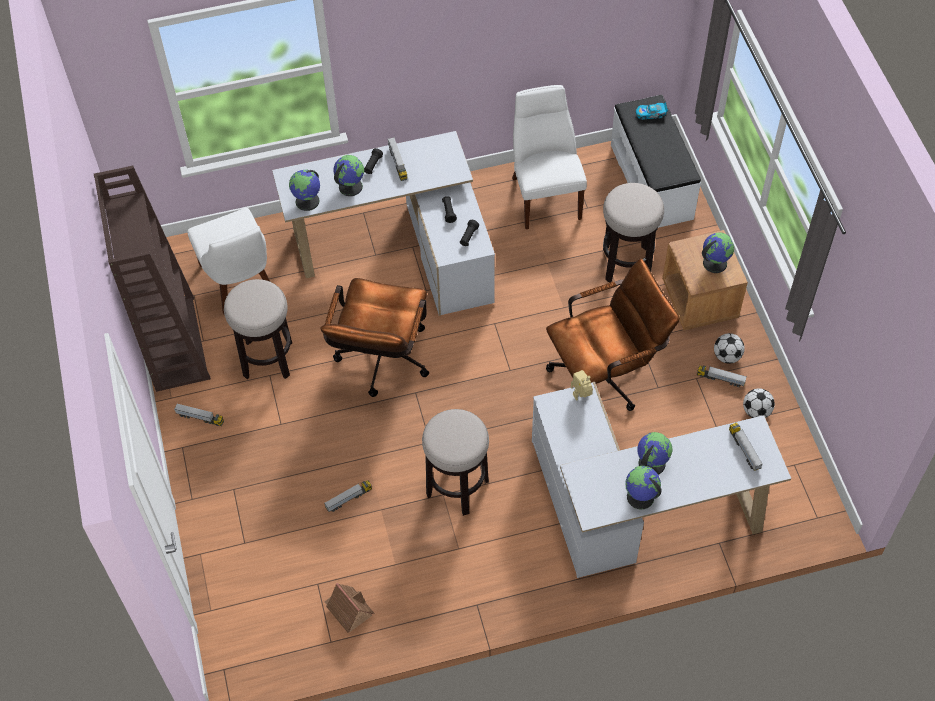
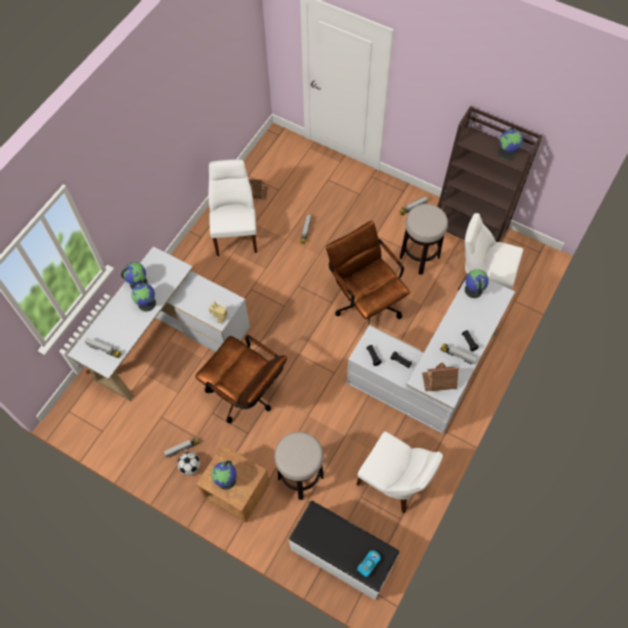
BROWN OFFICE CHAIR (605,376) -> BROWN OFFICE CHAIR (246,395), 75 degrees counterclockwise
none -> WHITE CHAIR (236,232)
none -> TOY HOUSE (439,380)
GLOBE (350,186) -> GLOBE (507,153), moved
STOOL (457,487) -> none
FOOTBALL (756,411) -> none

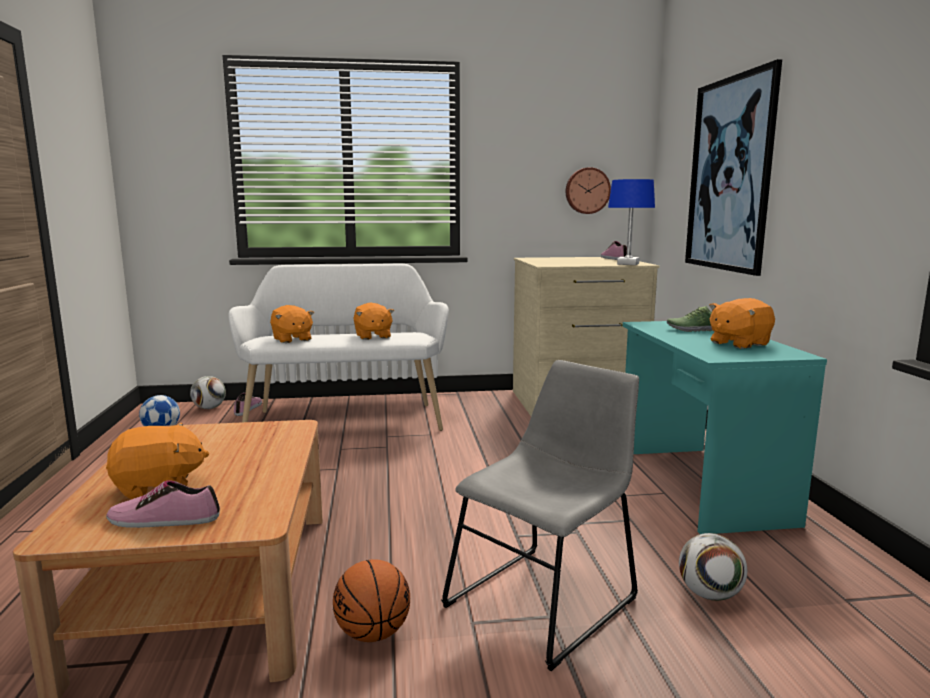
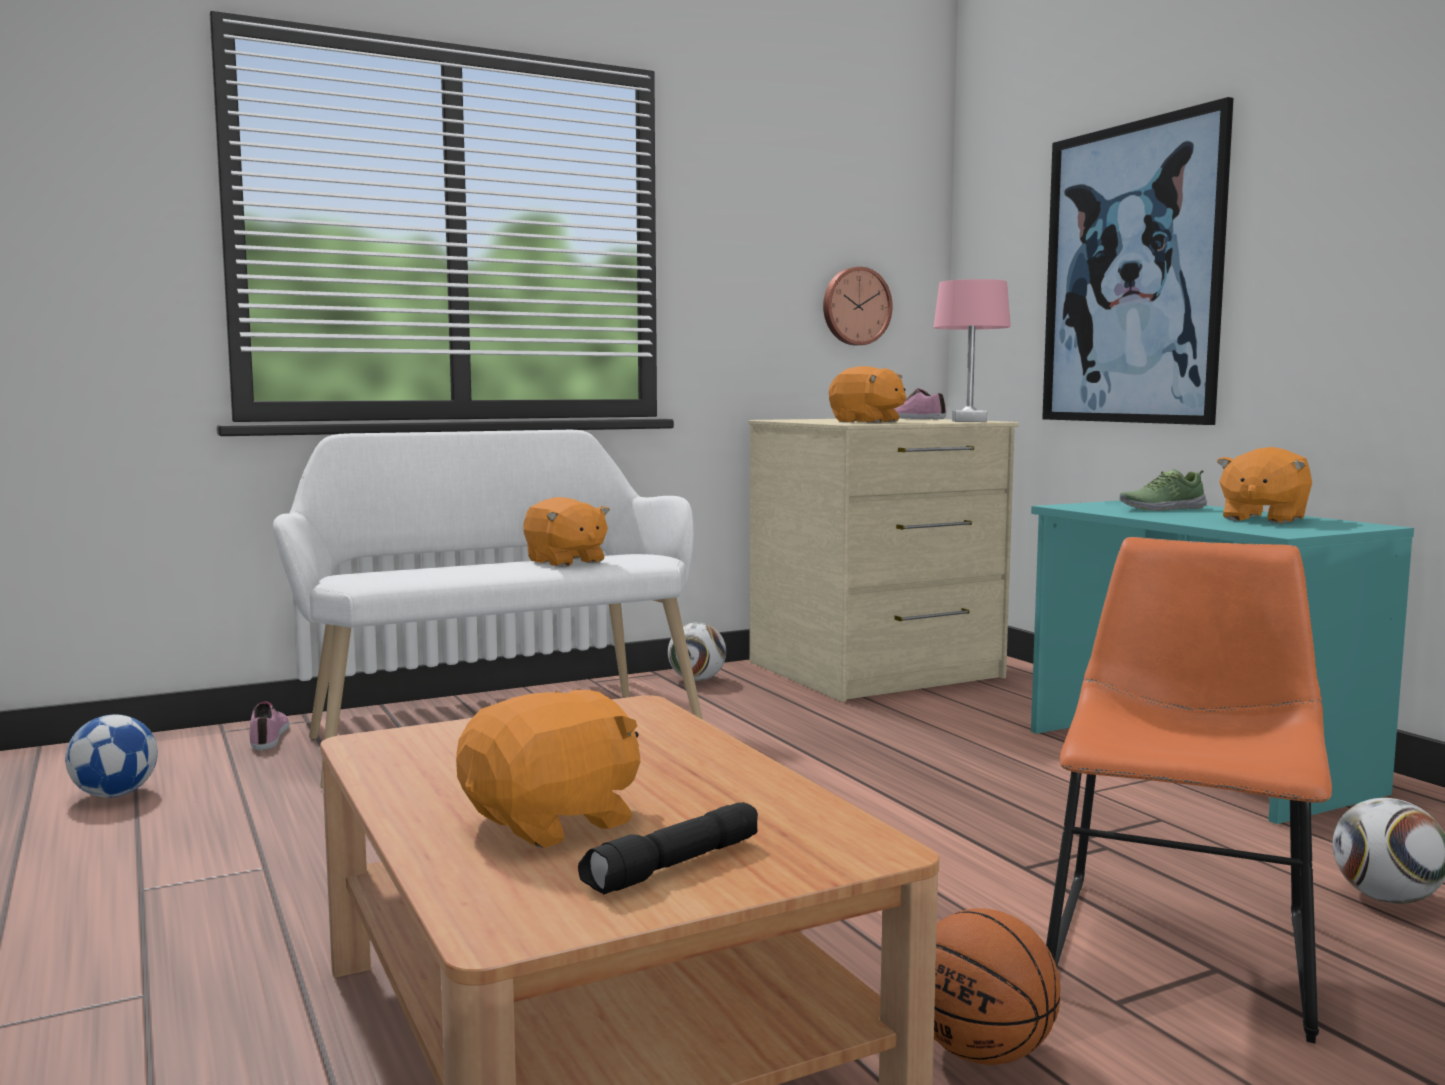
SHOE (164,519) -> BLACK FLASHLIGHT (674,867)
FOOTBALL (209,408) -> FOOTBALL (697,680), moved
ORANGE PLUSH TOY (291,339) -> ORANGE PLUSH TOY (866,422), moved
BLUE TABLE LAMP (628,264) -> PINK TABLE LAMP (969,421)
GREY CHAIR (546,598) -> ORANGE CHAIR (1180,946)

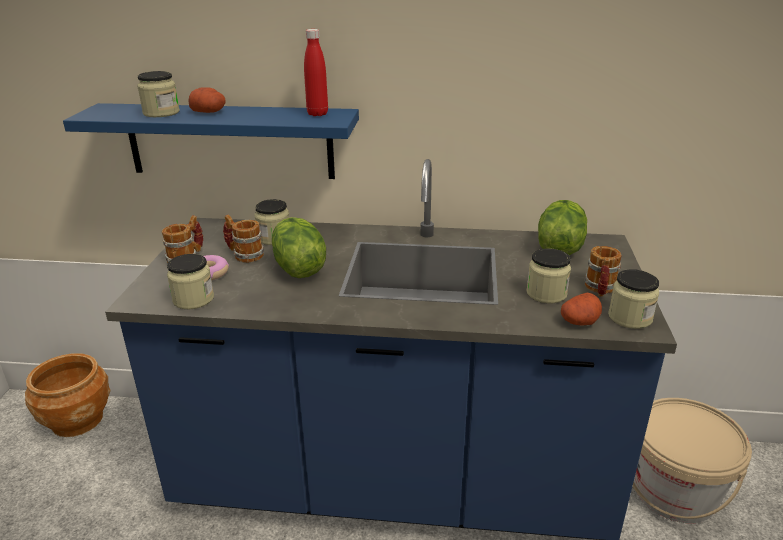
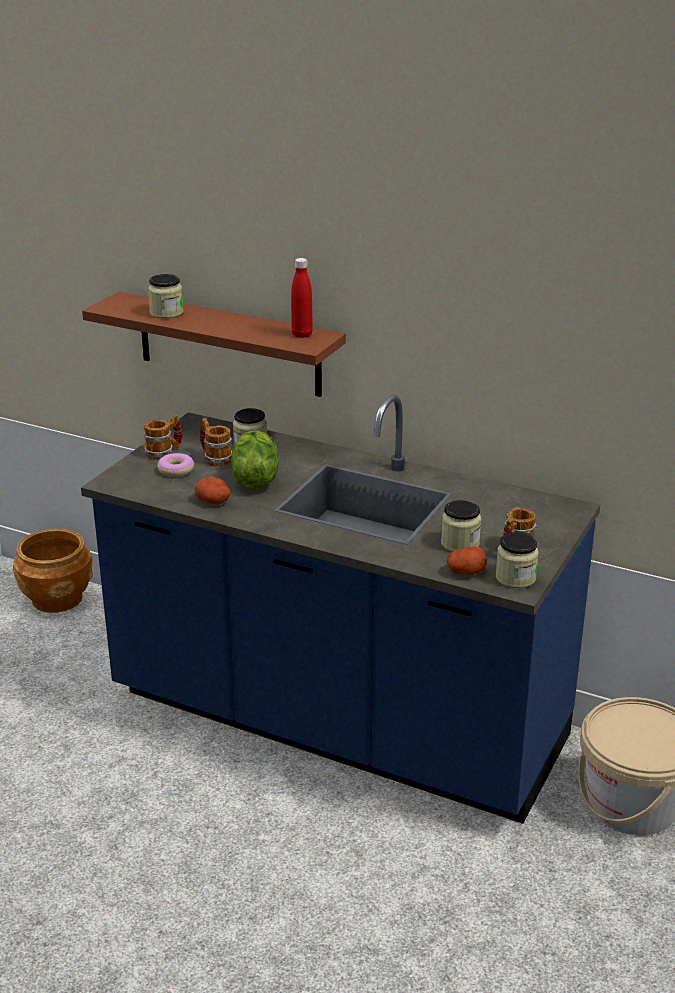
BLUE SHELF (230,141) -> BROWN SHELF (229,344)
POTATO (209,112) -> POTATO (214,501), moved
JAR (193,299) -> none
LETTUCE (558,248) -> none

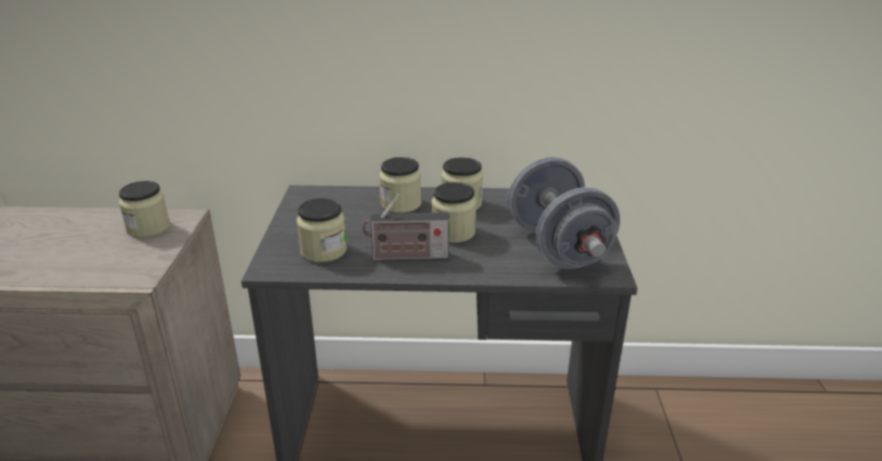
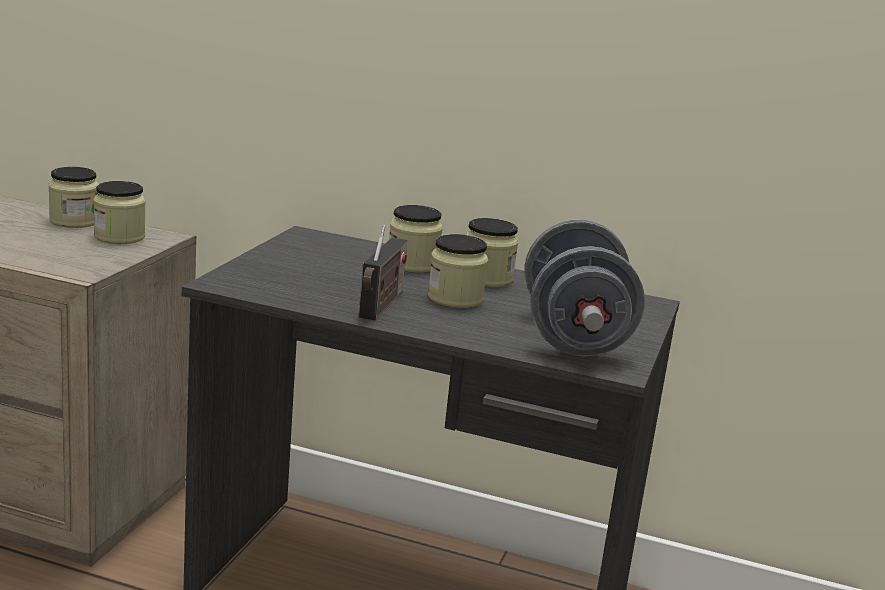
JAR (323,251) -> JAR (74,221), moved
RADIO (406,256) -> RADIO (381,305), 90 degrees counterclockwise

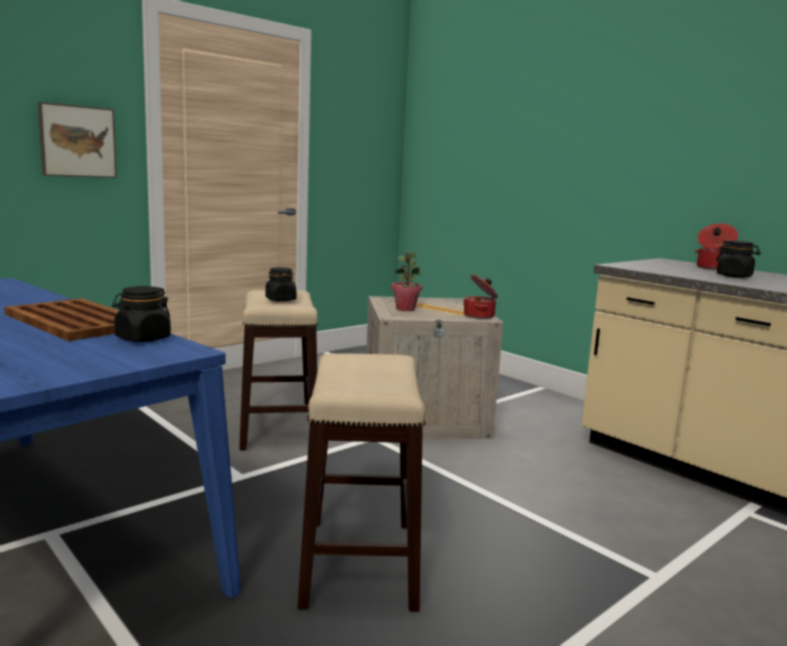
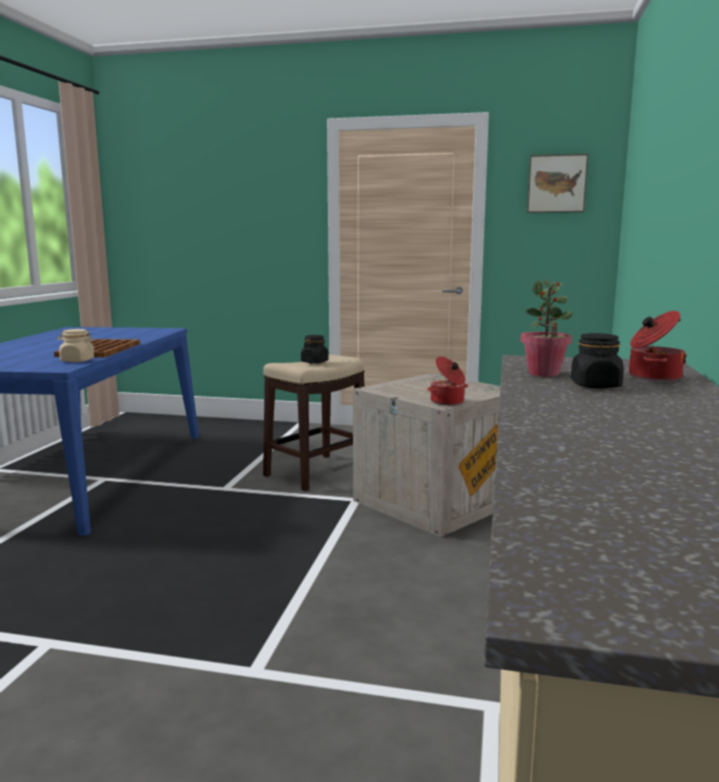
BLACK JAR (142,338) -> BEIGE JAR (77,361)
POTTED PLANT (405,309) -> POTTED PLANT (544,373), moved
PICTURE (77,141) -> PICTURE (556,184), moved
STOOL (359,563) -> none

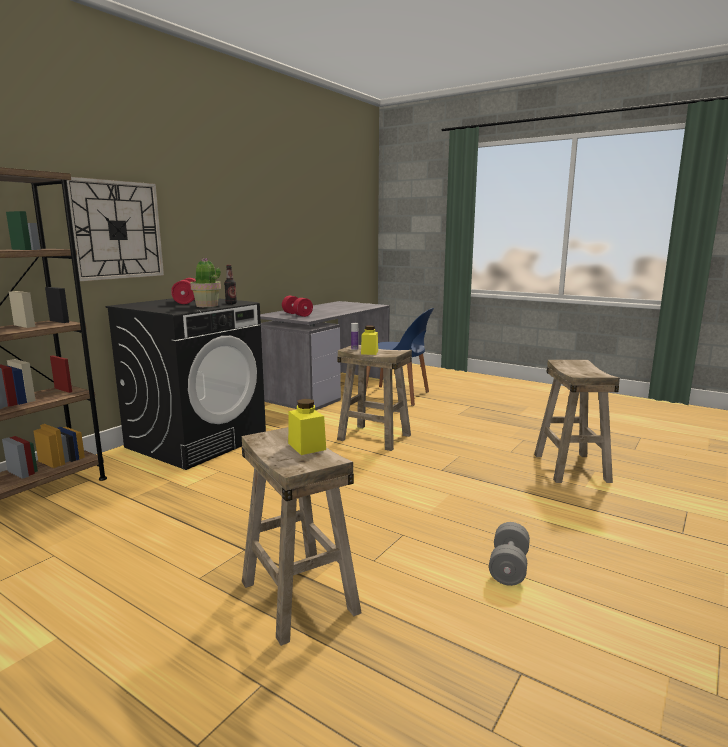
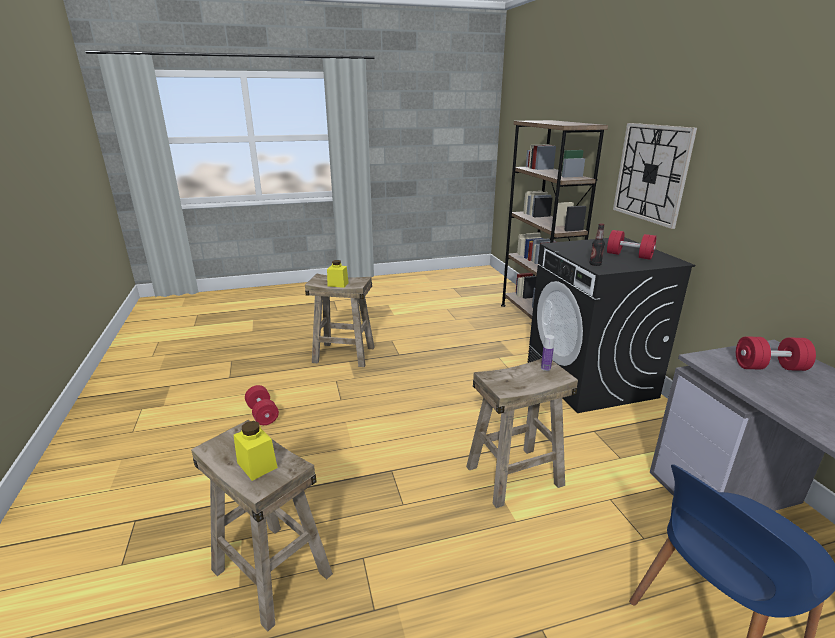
YELLOW JAR (369,352) -> YELLOW JAR (257,465), moved
GREY DUMBBELL (508,567) -> RED DUMBBELL (262,414)
POTTED PLANT (207,306) -> none

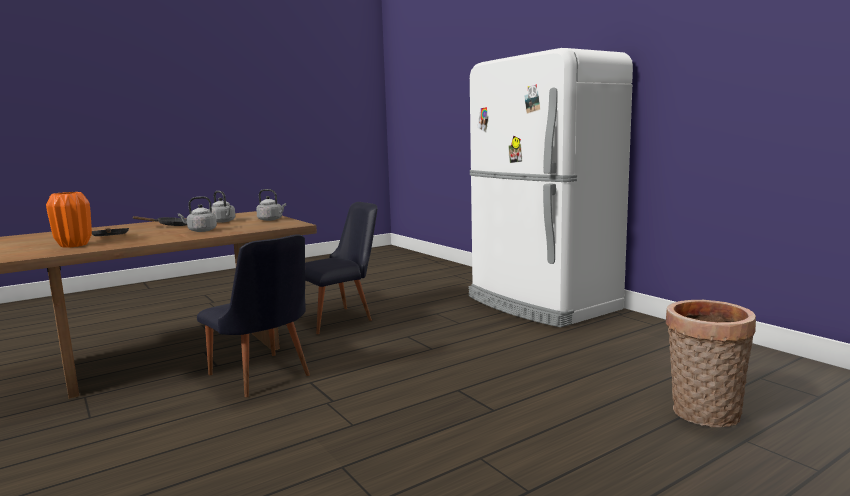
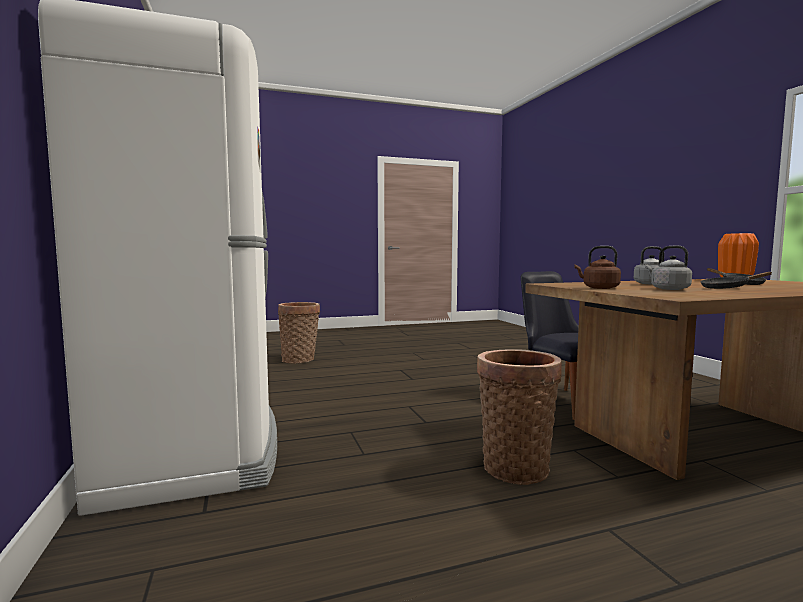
BLACK CHAIR (340,318) -> BASKET (515,466)
GREY KETTLE (271,219) -> BROWN KETTLE (598,288)

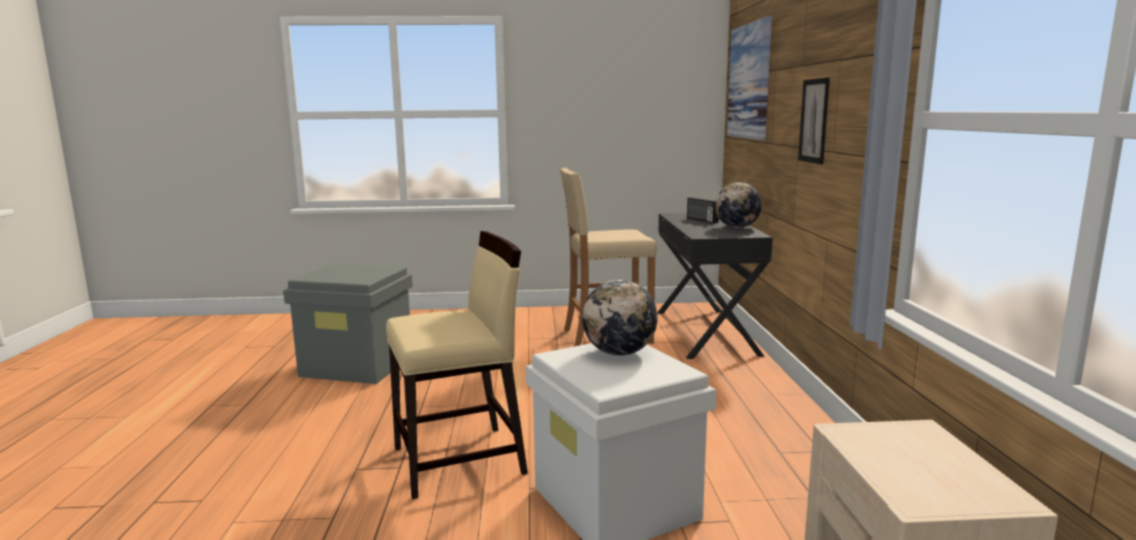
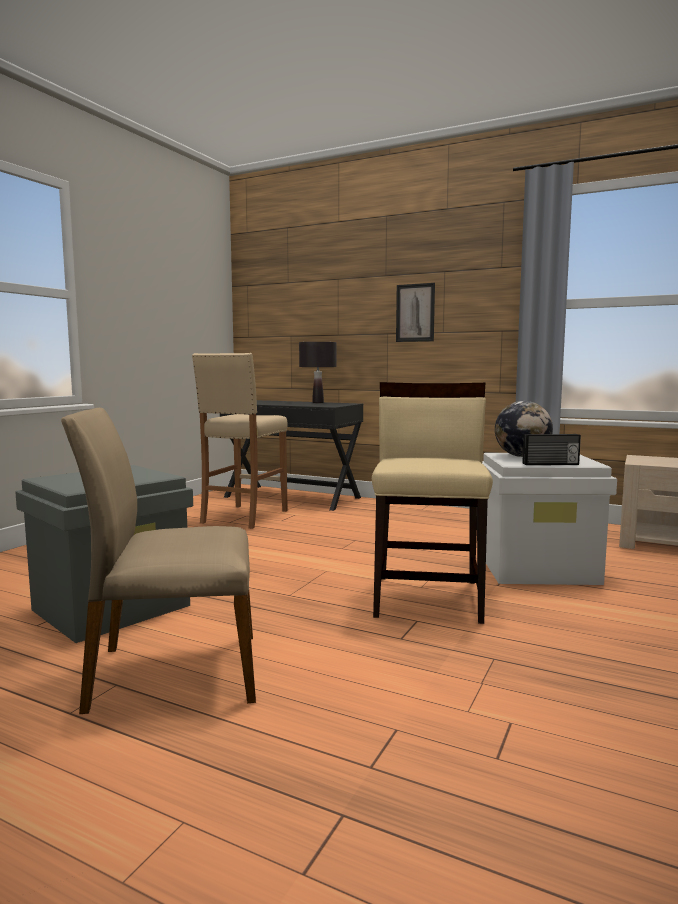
none -> BEIGE CHAIR (173,672)
GLOBE (737,227) -> BLACK TABLE LAMP (318,402)
RADIO (701,220) -> RADIO (550,464), moved
PICTURE (749,81) -> none

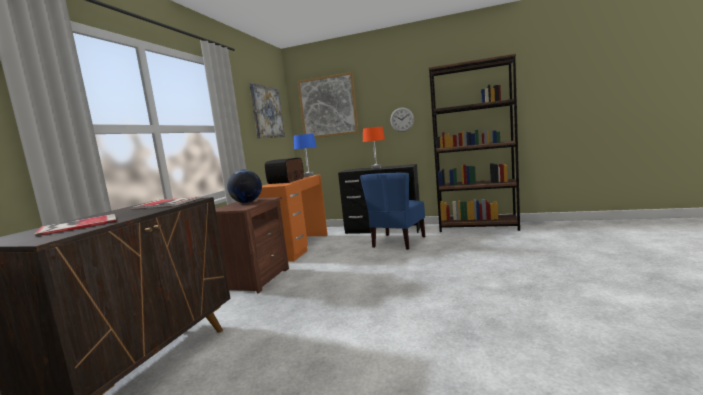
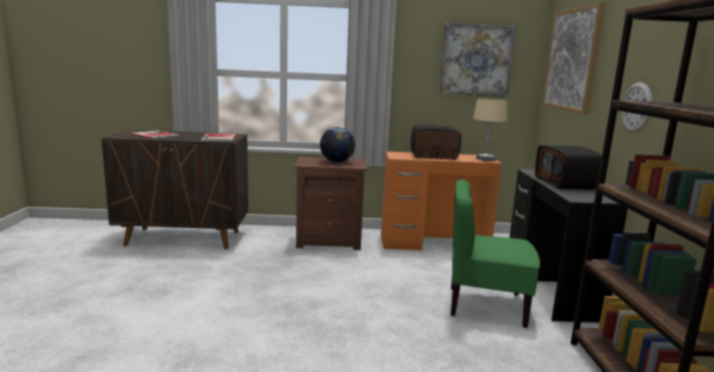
BLUE CHAIR (398,242) -> GREEN CHAIR (485,306)
BLUE TABLE LAMP (308,175) -> BEIGE TABLE LAMP (485,159)
ORANGE TABLE LAMP (376,168) -> RADIO (565,183)

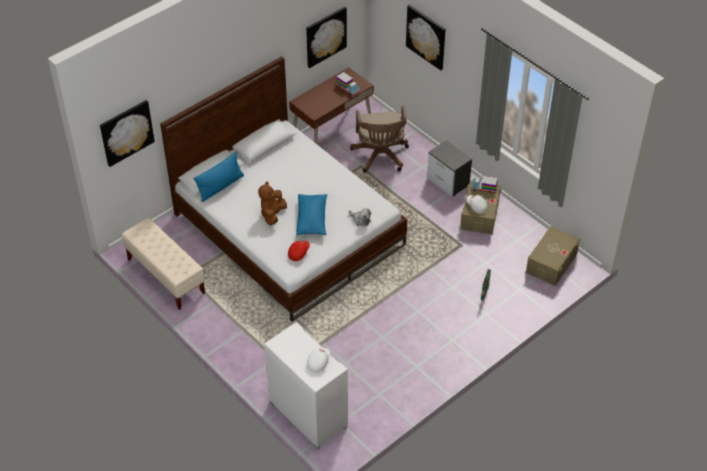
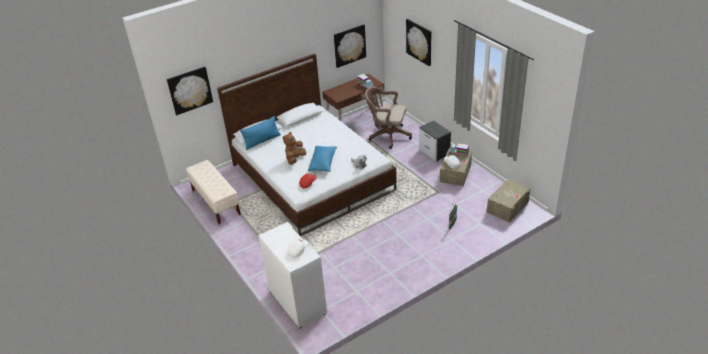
BROWN OFFICE CHAIR (380,157) -> BROWN OFFICE CHAIR (387,136), 105 degrees clockwise

